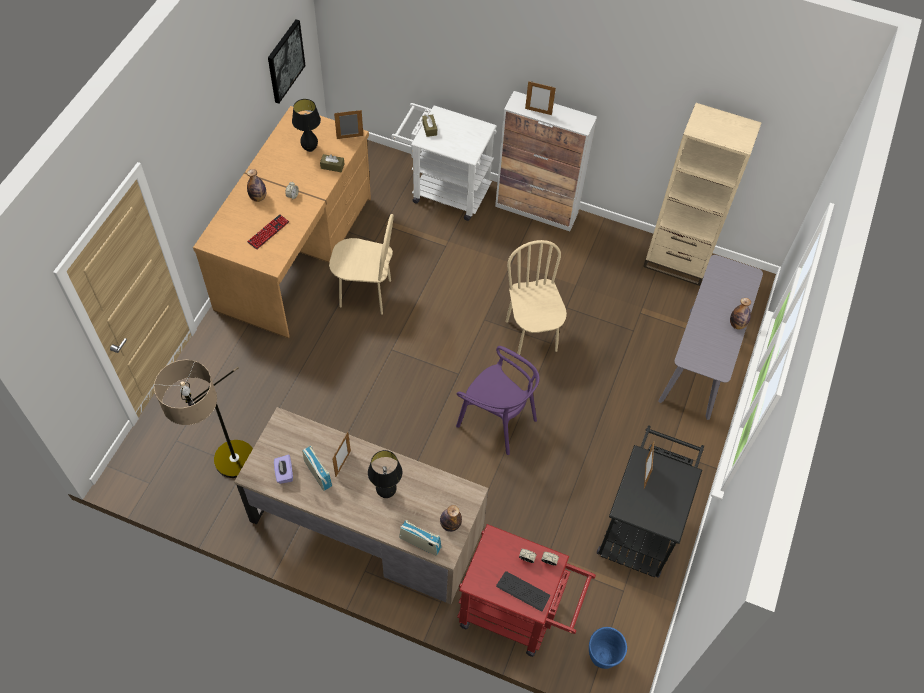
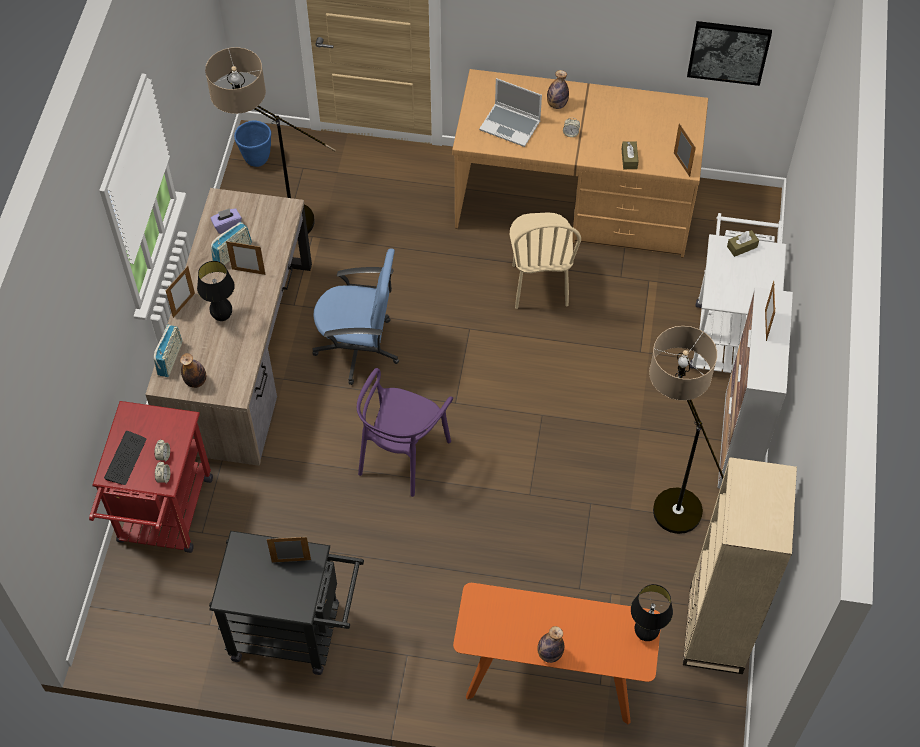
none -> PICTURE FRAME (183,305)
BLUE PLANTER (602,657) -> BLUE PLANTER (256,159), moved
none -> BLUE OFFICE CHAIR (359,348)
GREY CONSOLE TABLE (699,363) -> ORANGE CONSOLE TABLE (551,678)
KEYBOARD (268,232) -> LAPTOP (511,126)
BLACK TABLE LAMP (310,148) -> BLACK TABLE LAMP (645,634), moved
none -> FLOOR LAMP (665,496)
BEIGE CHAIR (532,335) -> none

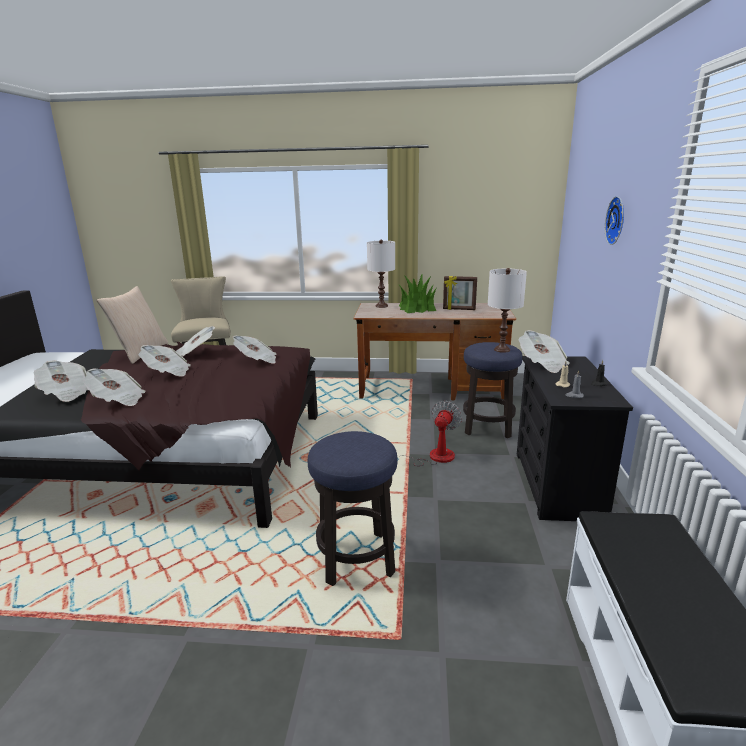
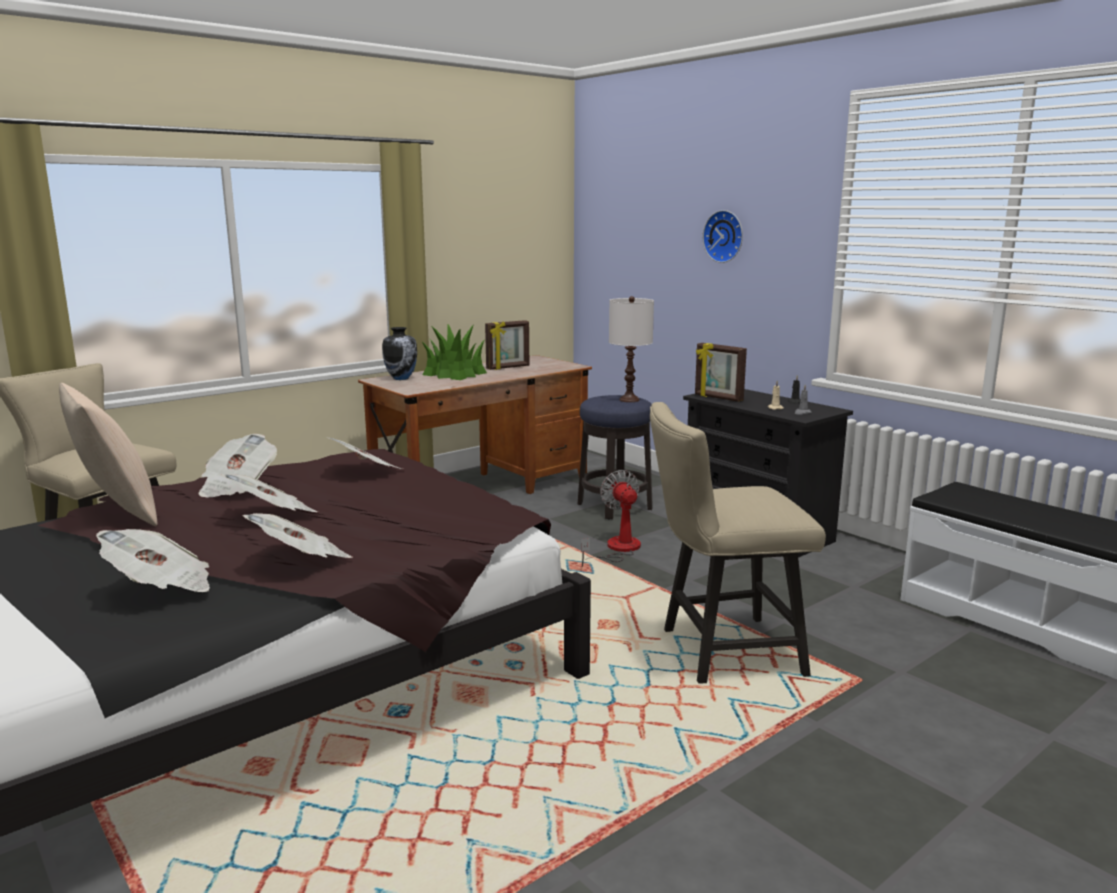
WHITE TABLE LAMP (382,306) -> VASE (401,378)
STOOL (356,558) -> BEIGE CHAIR (721,652)
NEWSPAPER (542,364) -> PICTURE FRAME (718,398)

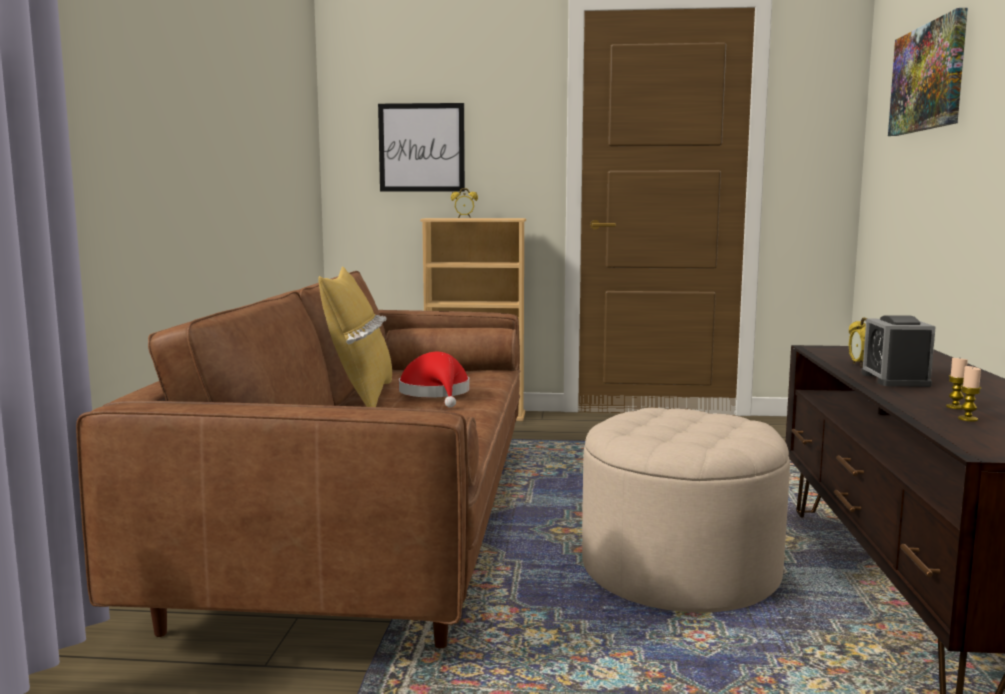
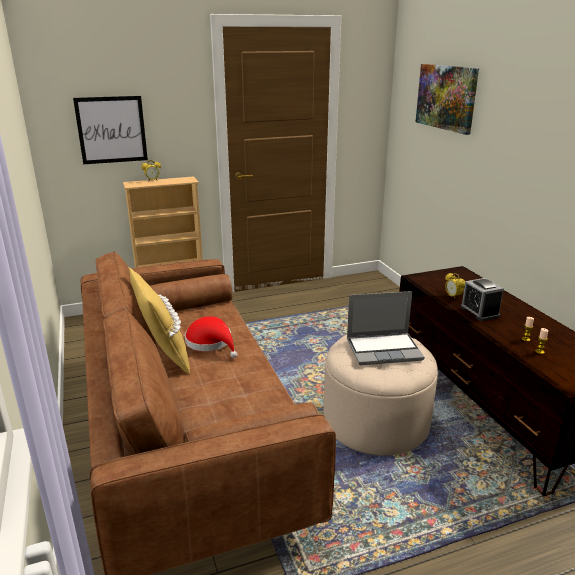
none -> LAPTOP (384,349)

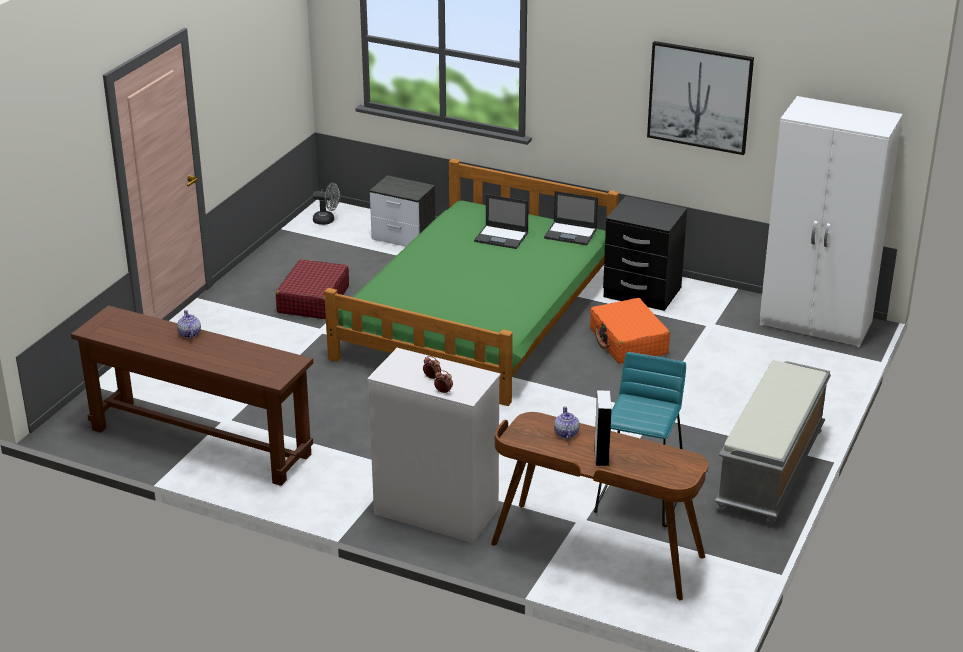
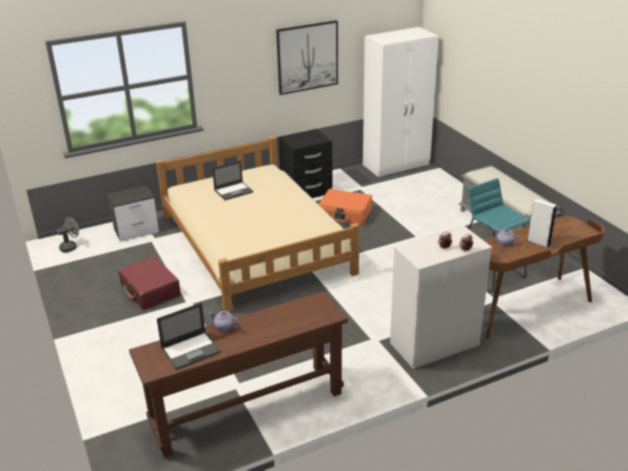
GREEN BED (478,315) -> BEIGE BED (255,244)
LAPTOP (571,234) -> LAPTOP (191,350), moved

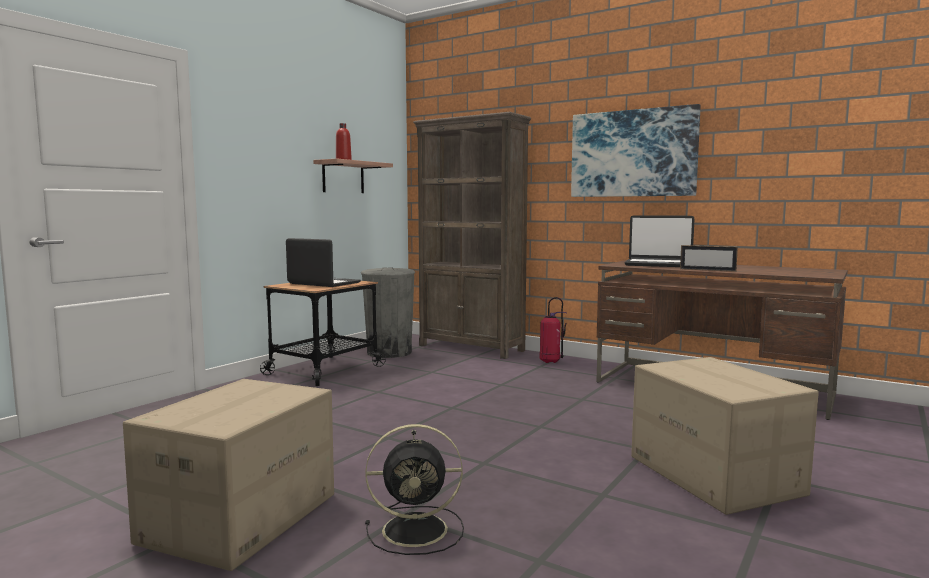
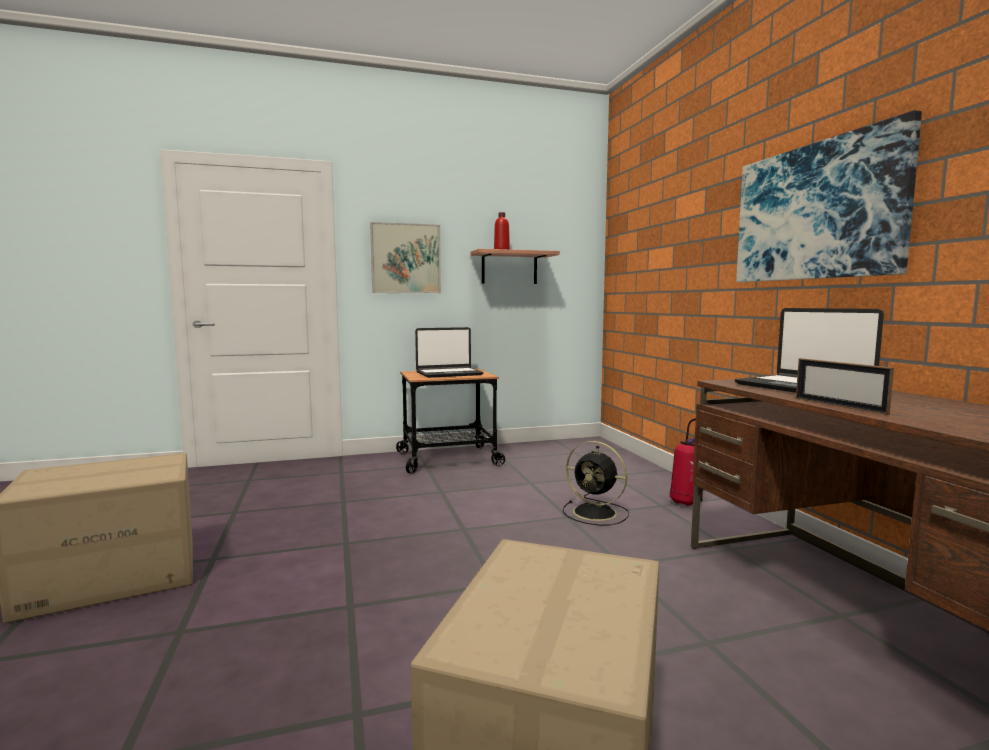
none -> PICTURE (406,258)
LAPTOP (323,283) -> LAPTOP (449,373), 90 degrees clockwise
BLACK FAN (418,530) -> BLACK FAN (596,513), moved
GREY TRASH CAN (389,352) -> none
BROWN BOOKCASE (471,348) -> none

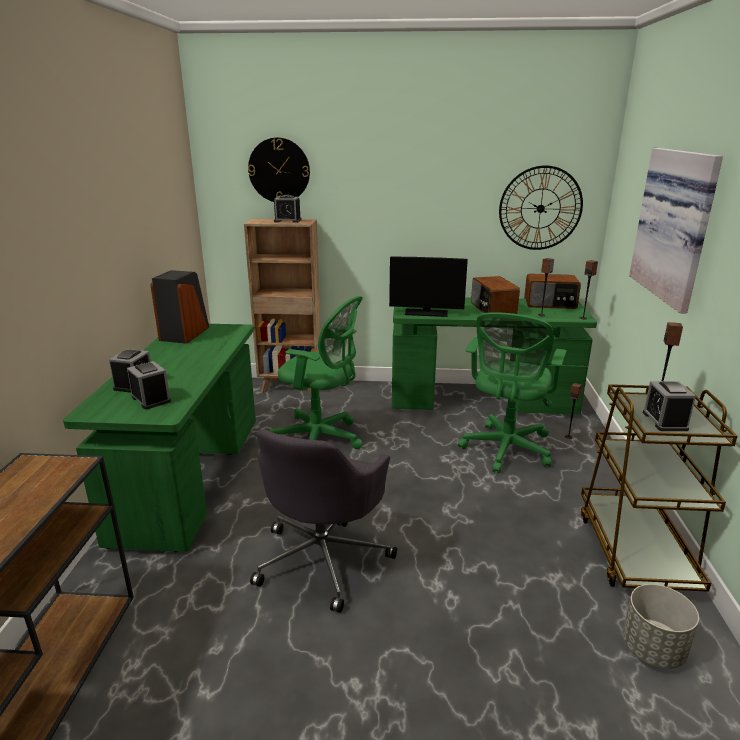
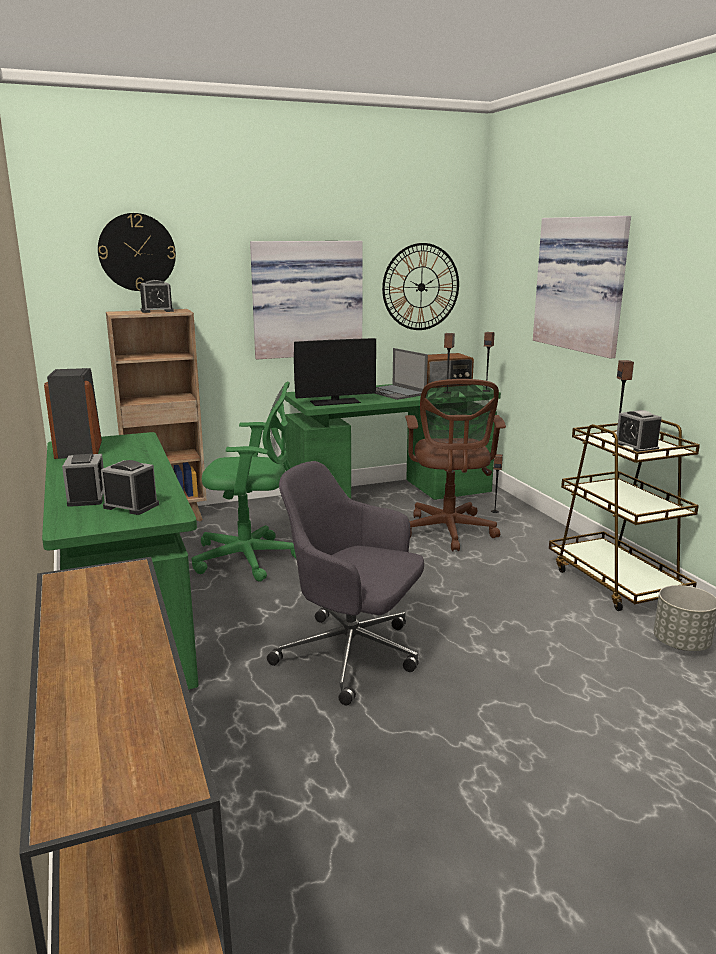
none -> PICTURE (306,299)
GREY OFFICE CHAIR (323,558) -> GREY OFFICE CHAIR (352,655), 120 degrees clockwise
RADIO (492,309) -> LAPTOP (396,392)
GREEN OFFICE CHAIR (505,450) -> BROWN OFFICE CHAIR (449,532)

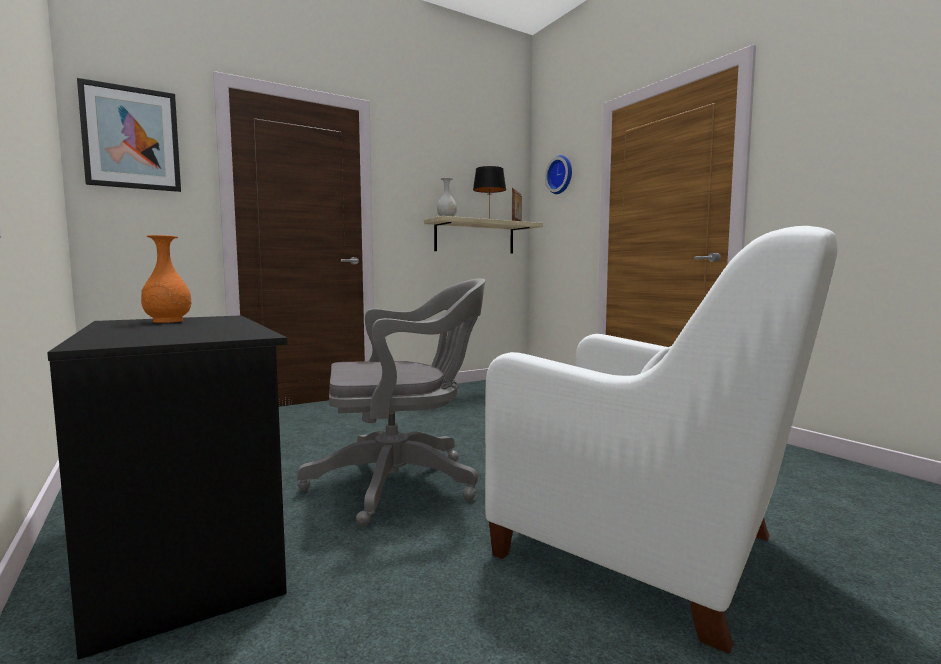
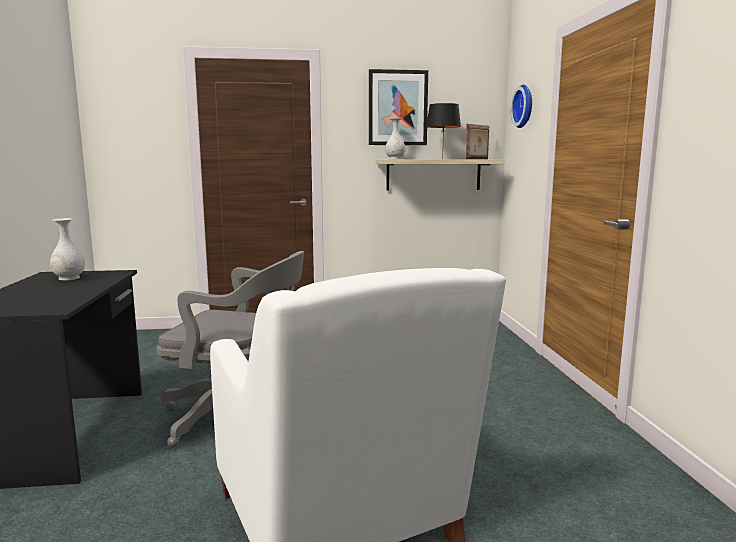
ORANGE VASE (167,321) -> WHITE VASE (69,278)
PICTURE (131,138) -> PICTURE (397,108), moved

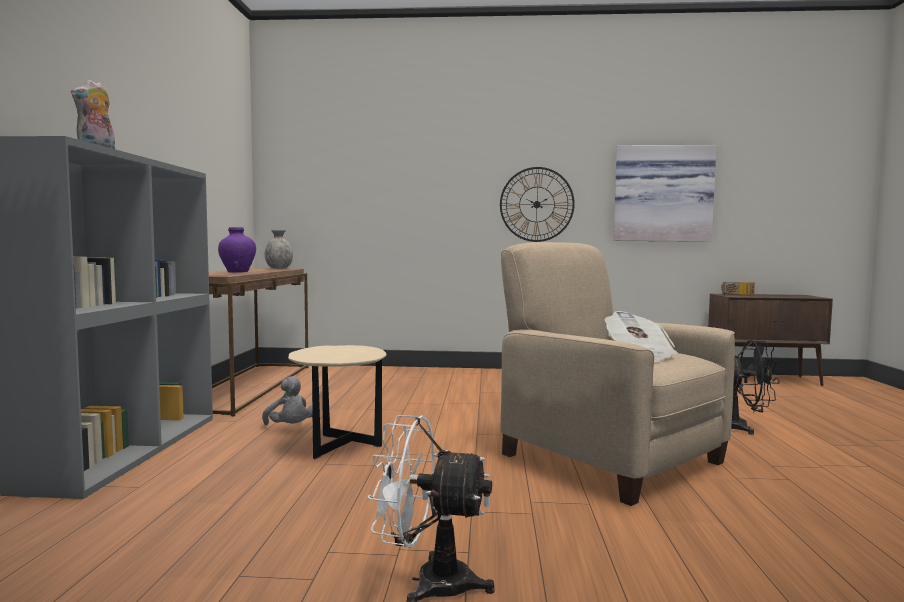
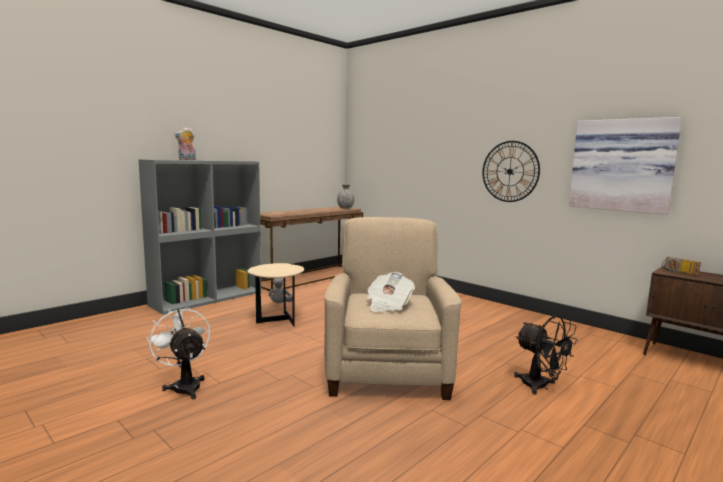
PURPLE VASE (238,272) -> none

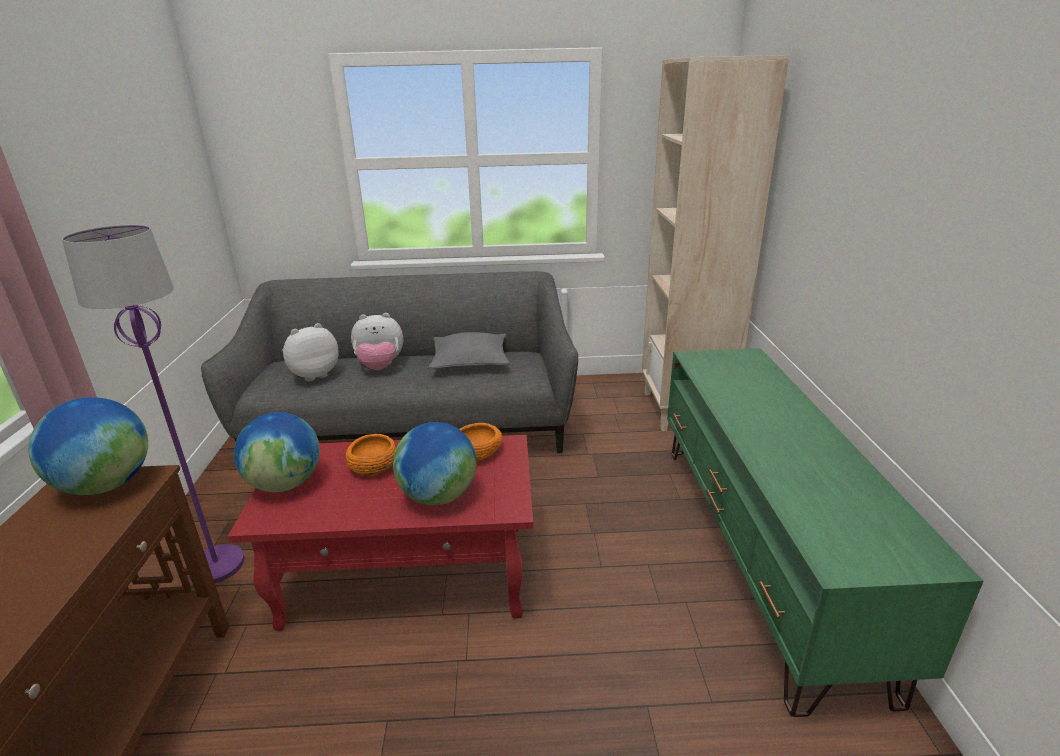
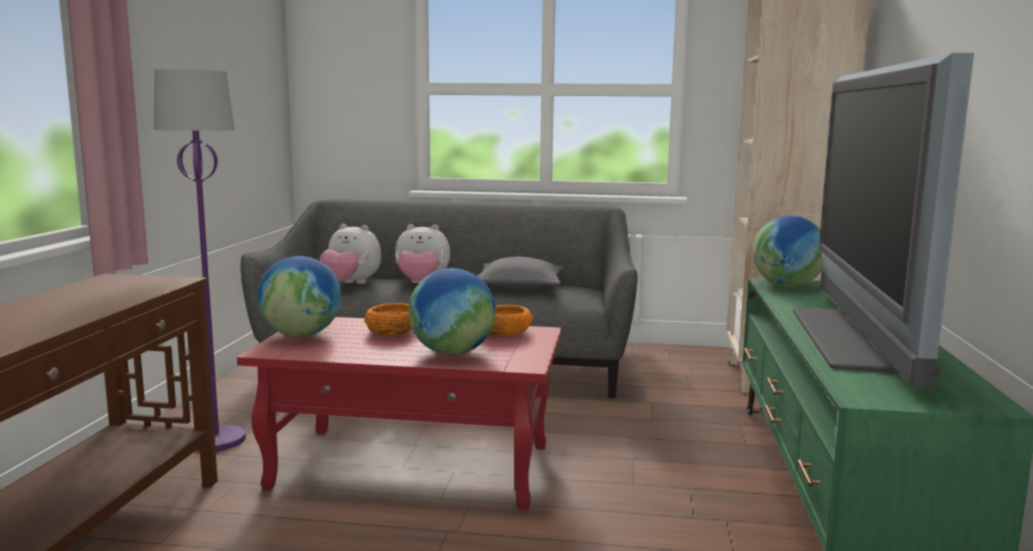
PLUSH TOY (313,375) -> PLUSH TOY (351,284), 135 degrees counterclockwise
GLOBE (107,485) -> GLOBE (787,286), moved
none -> TELEVISION (857,339)

